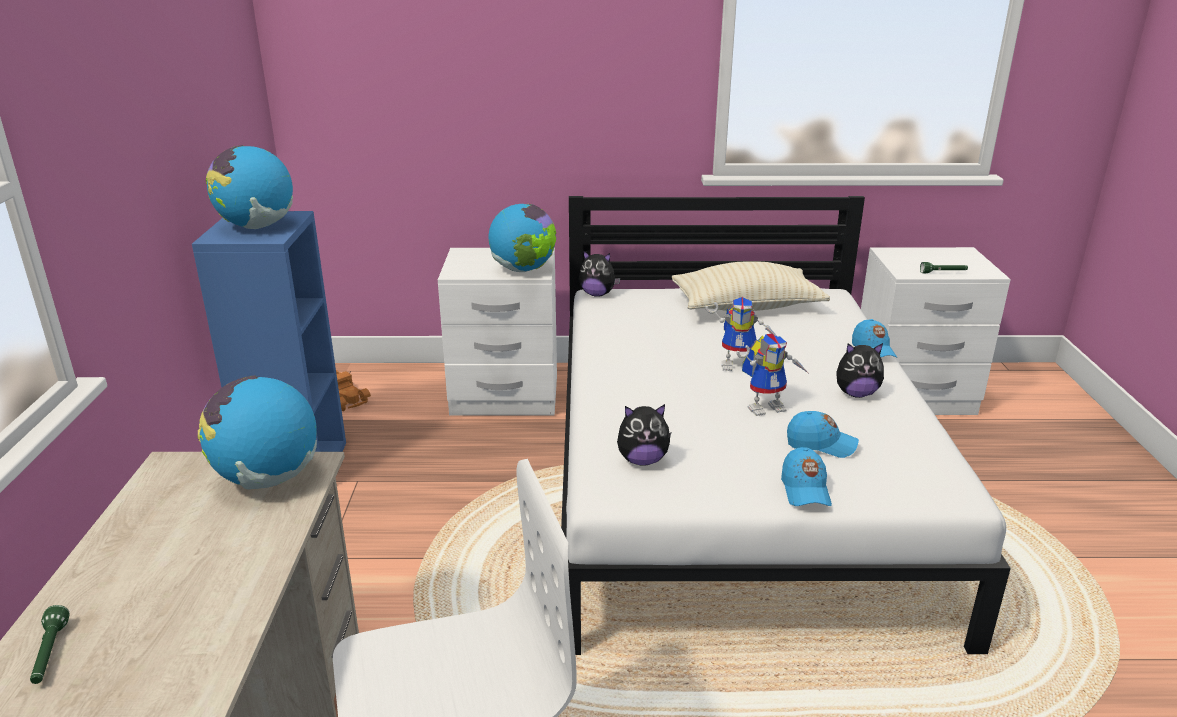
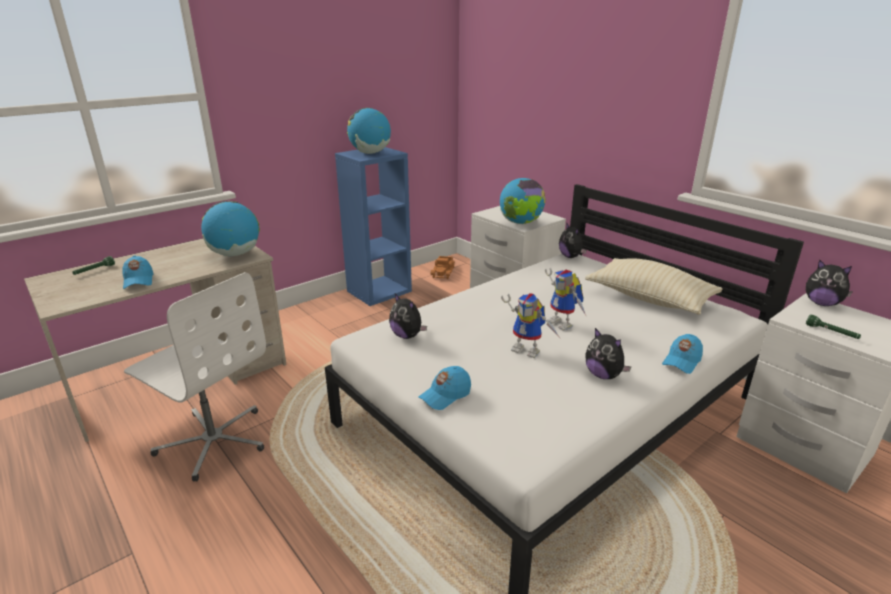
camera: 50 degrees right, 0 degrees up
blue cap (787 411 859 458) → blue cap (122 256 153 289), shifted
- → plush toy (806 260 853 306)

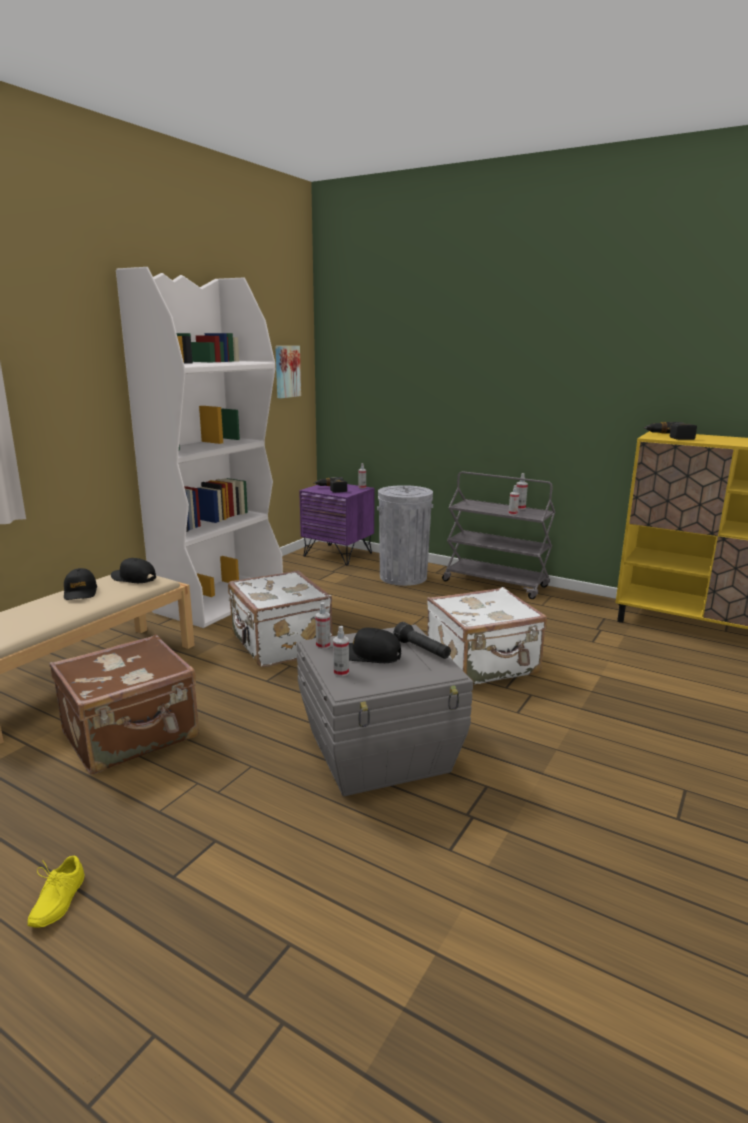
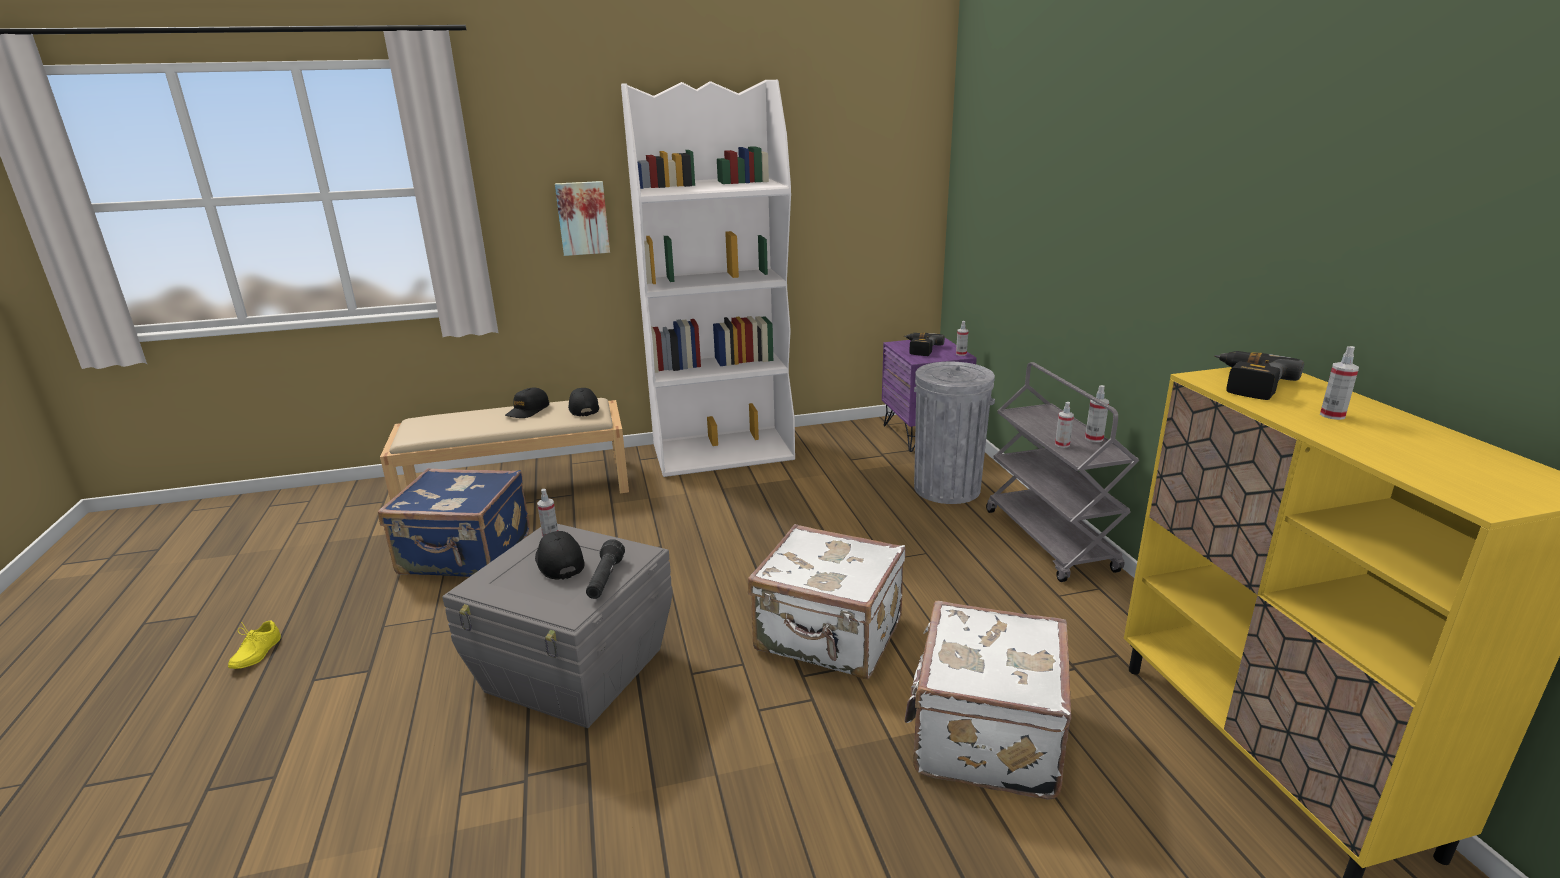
camera: 45 degrees right, 5 degrees up
yellow shoe (27 856 84 927) → yellow shoe (228 621 281 669), 45 degrees counterclockwise
brown suitcase (49 634 199 774) → blue suitcase (378 468 530 577)
picture (275 346 301 398) → picture (555 181 610 256), shifted
white suitcase (228 571 333 667) → white suitcase (904 601 1071 800), shifted
spray bottle (333 626 349 677) → spray bottle (1320 346 1359 420), shifted

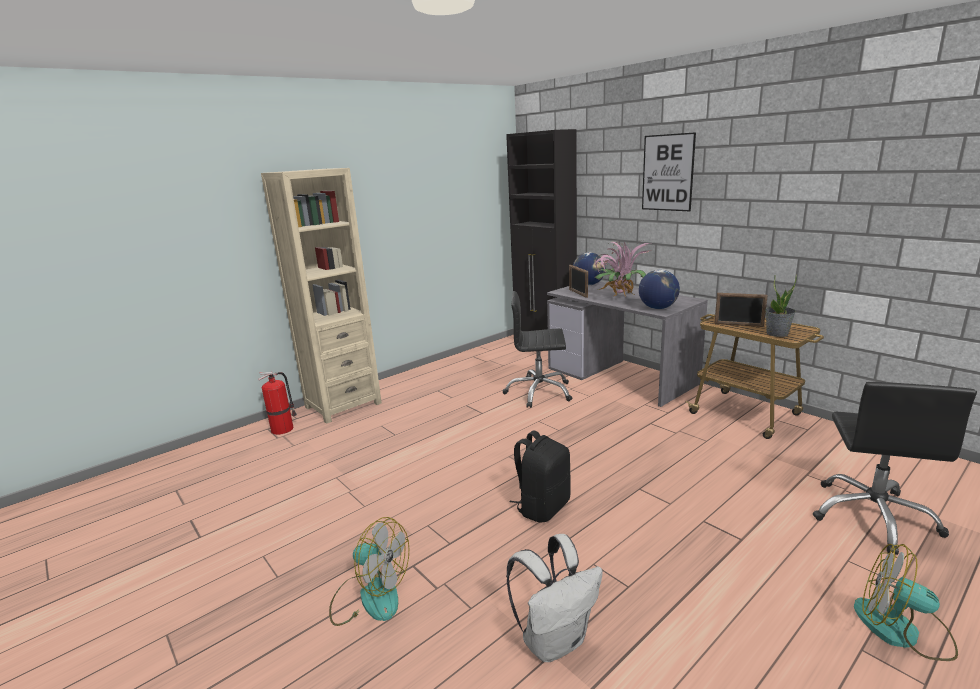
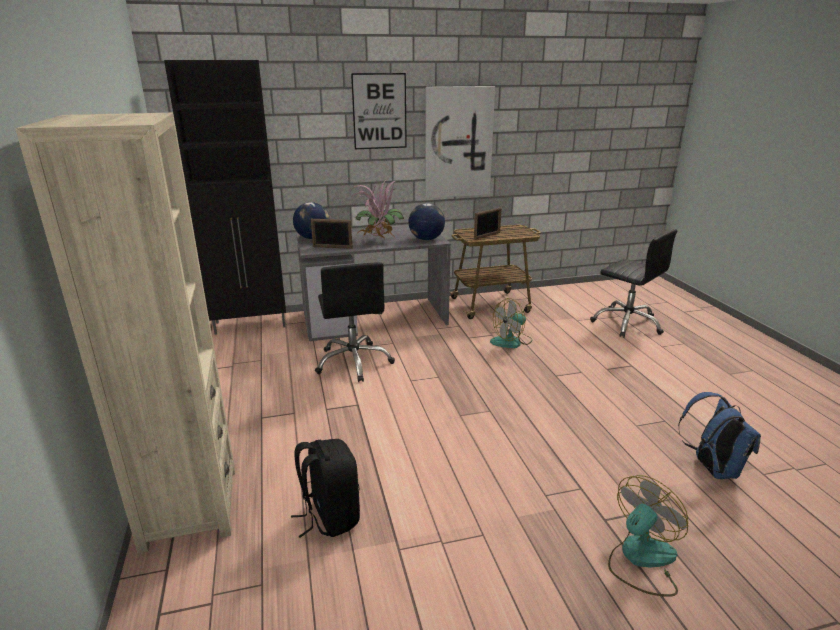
camera: 65 degrees left, 5 degrees up
black backpack (510 430 571 522) → black backpack (291 439 360 538), shifted
black office chair (503 291 572 408) → black office chair (315 262 395 382), 45 degrees counterclockwise
- → picture (425 86 495 198)
fan (854 544 958 661) → fan (490 298 533 348), shifted
white backpack (506 534 603 662) → blue backpack (678 392 761 479)
fire extinguisher (258 372 297 435) → -
potted plant (765 275 797 337) → -

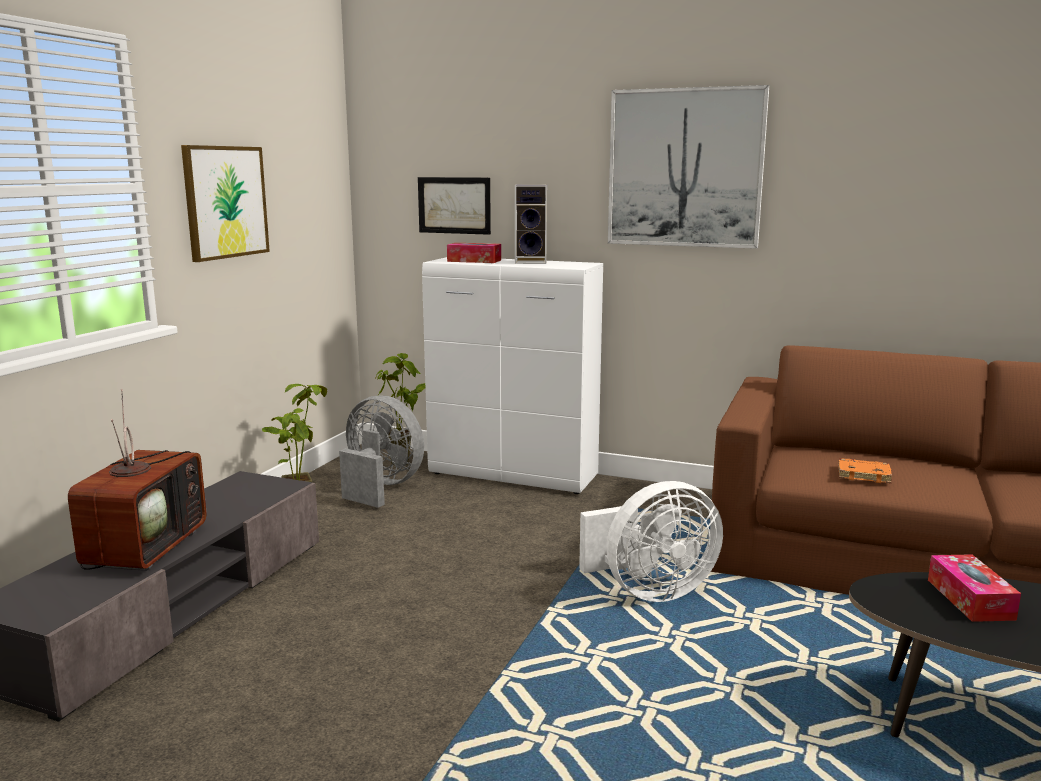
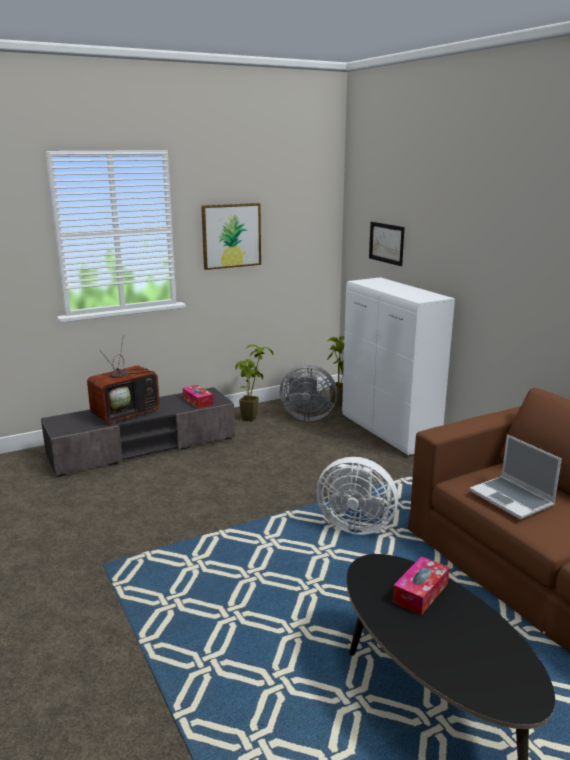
camera: 40 degrees right, 5 degrees up
tissue box (447 243 501 263) → tissue box (183 385 213 408), shifted
grey fan (339 395 424 508) → grey fan (280 365 338 421), 120 degrees clockwise
orange book (838 458 892 483) → laptop (469 434 562 519)
speaker (515 184 547 264) → -
picture (608 85 769 249) → -

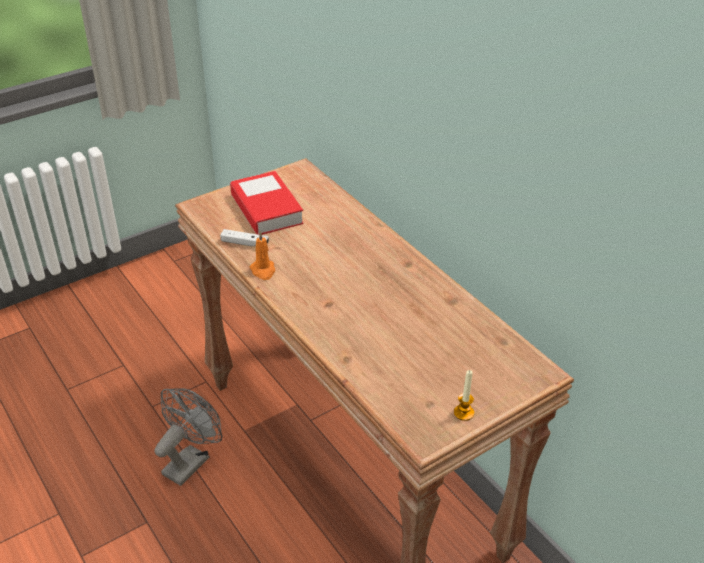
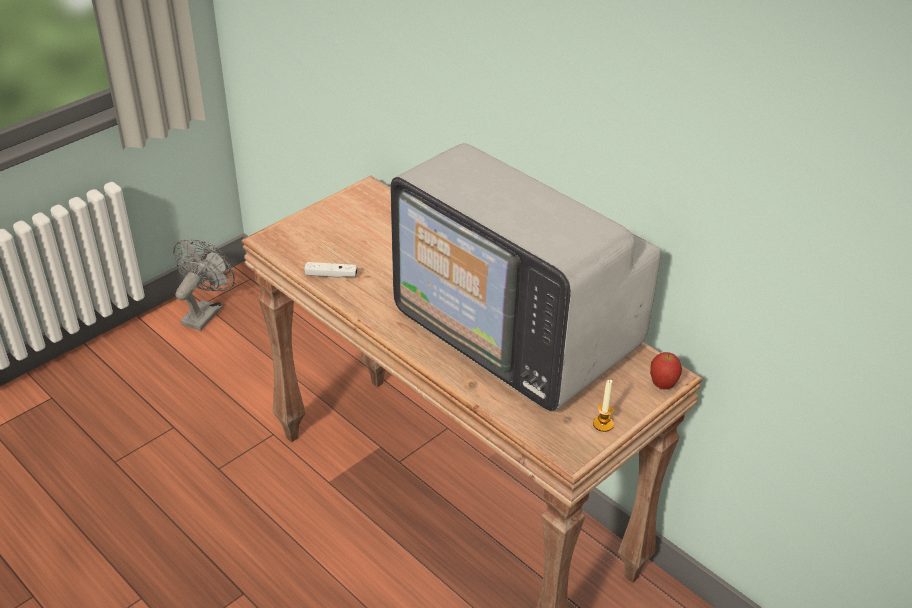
camera: 10 degrees left, 0 degrees up
grey fan (154 388 222 486) → grey fan (173 240 235 331), shifted
- → television (391 143 661 411)
- → apple (650 352 682 389)
book (230 171 304 235) → -
orange candle (250 231 275 280) → -

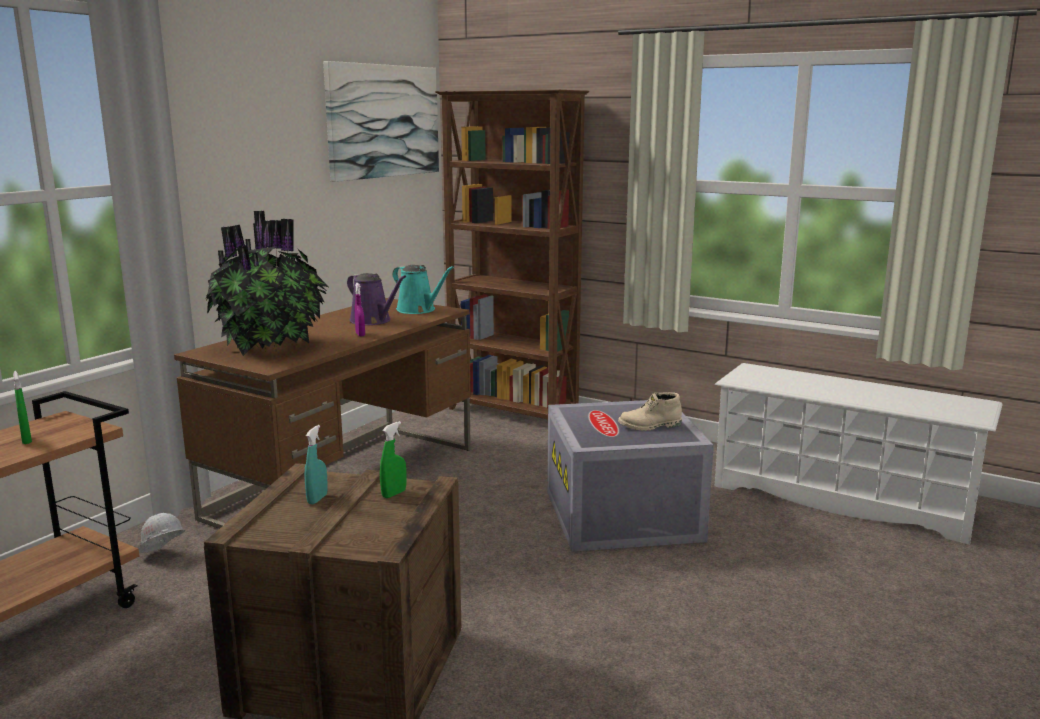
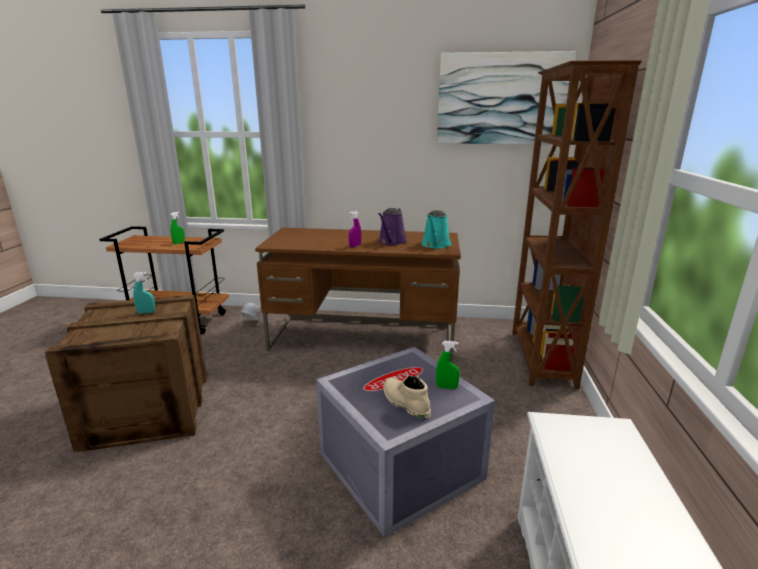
camera: 65 degrees right, 5 degrees up
green spray bottle (380 421 407 498) → green spray bottle (436 341 460 389), shifted
potted plant (205 211 328 356) → -

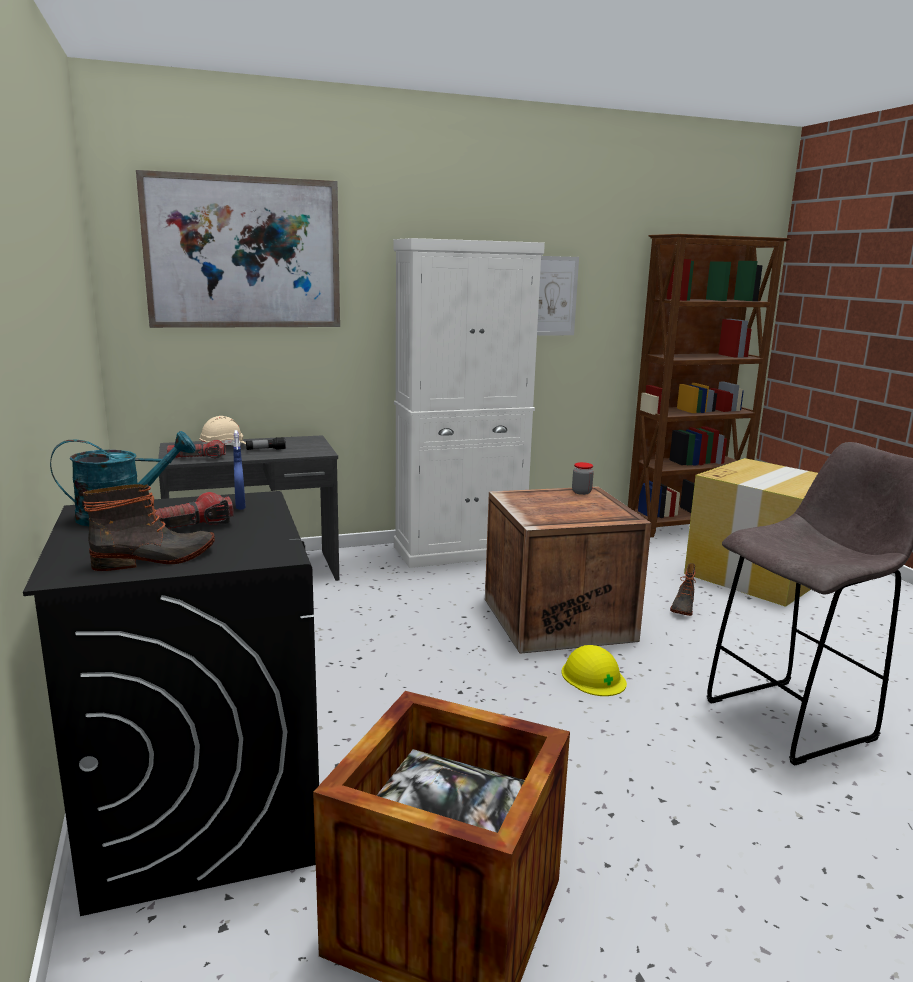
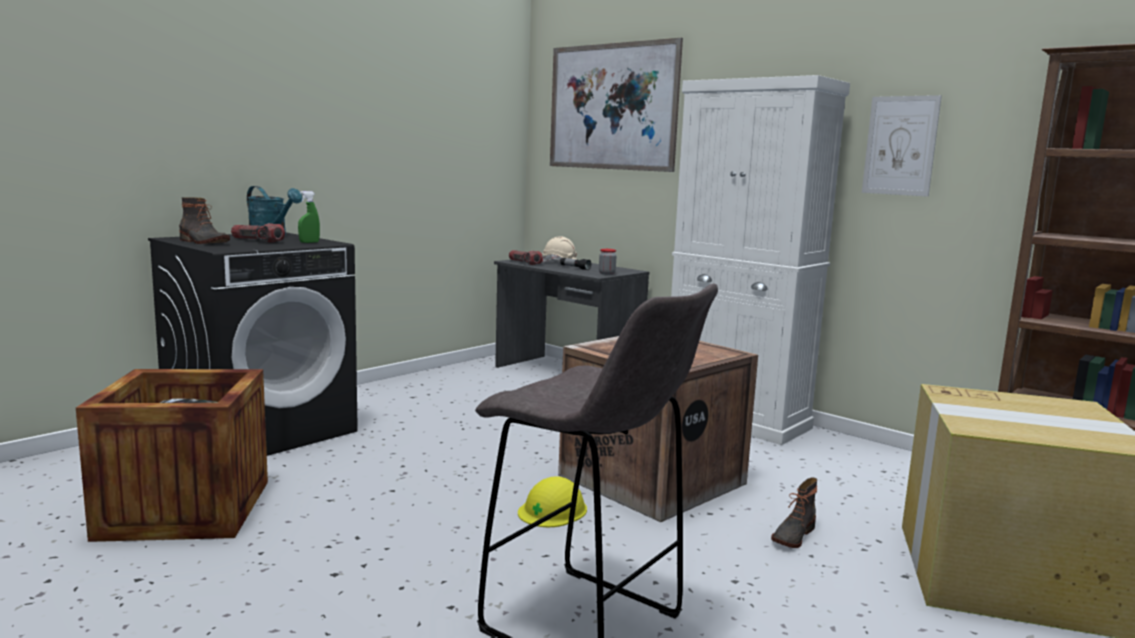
camera: 60 degrees right, 5 degrees down
blue spray bottle (233 430 246 510) → green spray bottle (298 191 320 243)
jar (572 462 594 495) → jar (599 249 616 275), shifted
boot (670 563 696 616) → boot (771 478 817 548), 45 degrees counterclockwise

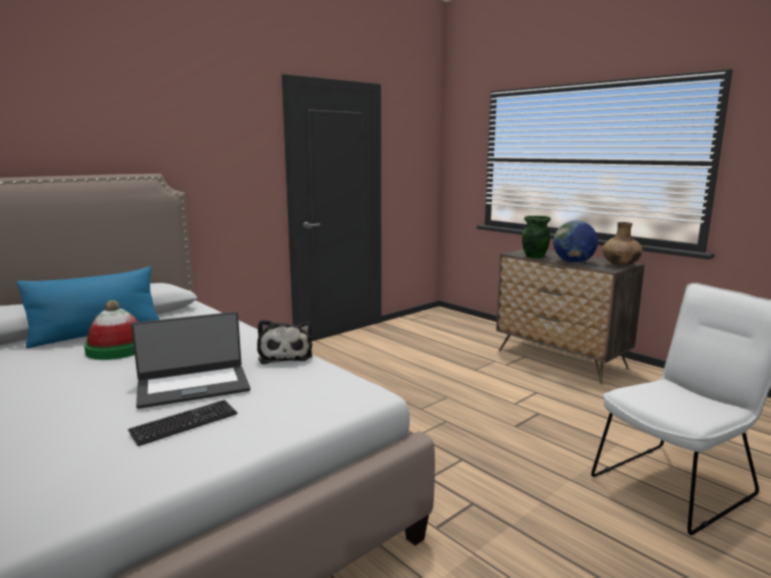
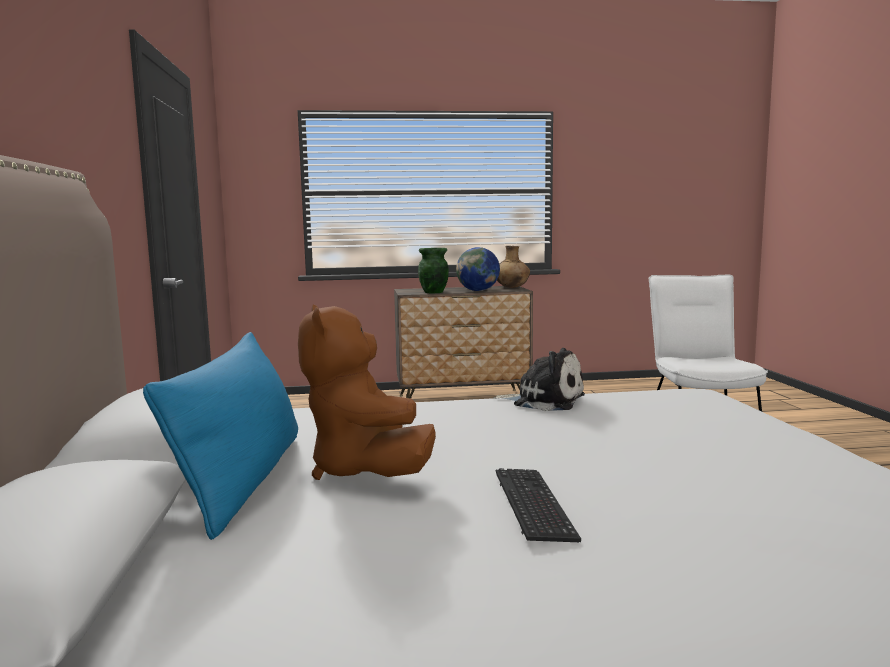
camera: 55 degrees left, 5 degrees down
hat (84 300 138 360) → brown plush toy (298 305 436 480)
keyboard (128 400 237 446) → keyboard (496 468 581 542), shifted
laptop (131 312 250 409) → -

